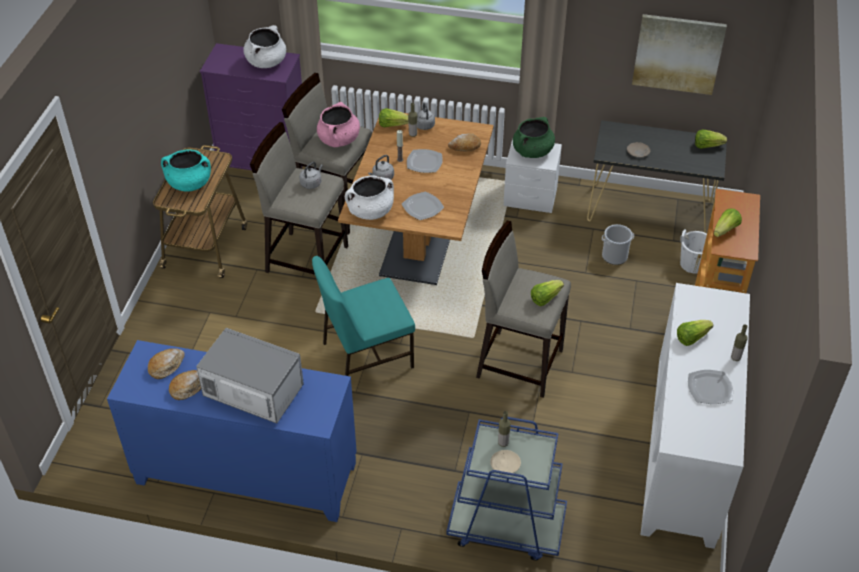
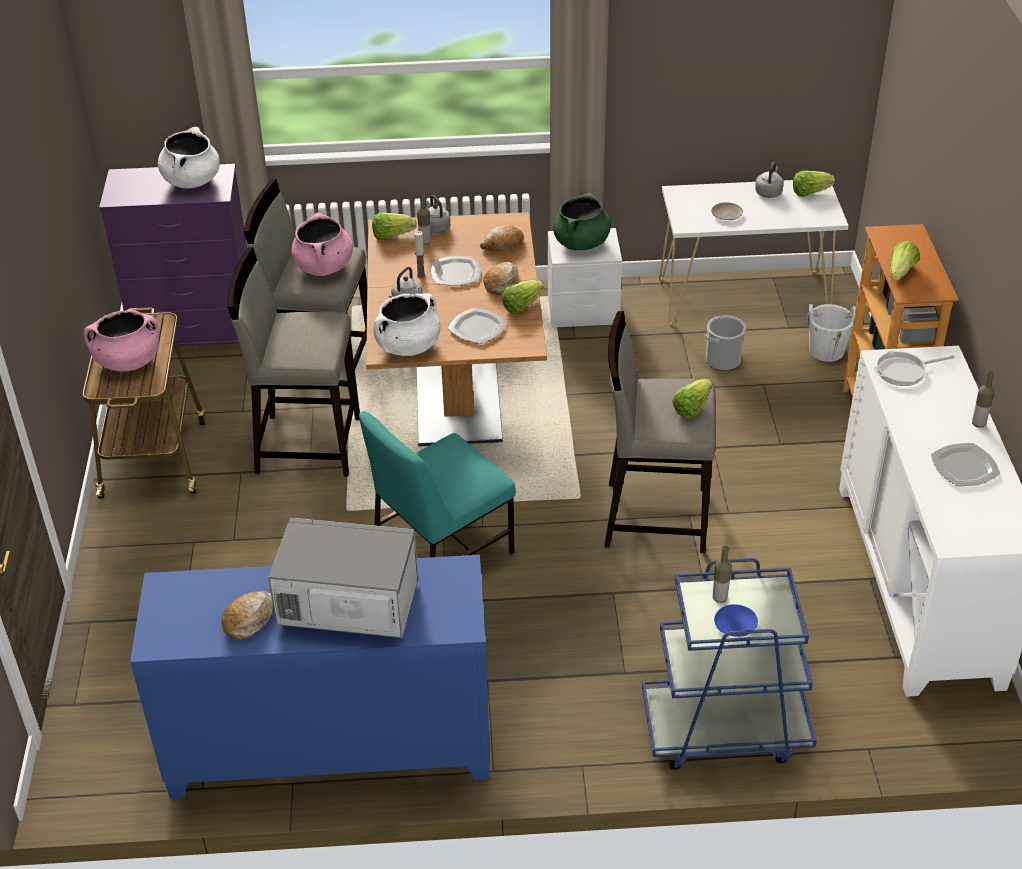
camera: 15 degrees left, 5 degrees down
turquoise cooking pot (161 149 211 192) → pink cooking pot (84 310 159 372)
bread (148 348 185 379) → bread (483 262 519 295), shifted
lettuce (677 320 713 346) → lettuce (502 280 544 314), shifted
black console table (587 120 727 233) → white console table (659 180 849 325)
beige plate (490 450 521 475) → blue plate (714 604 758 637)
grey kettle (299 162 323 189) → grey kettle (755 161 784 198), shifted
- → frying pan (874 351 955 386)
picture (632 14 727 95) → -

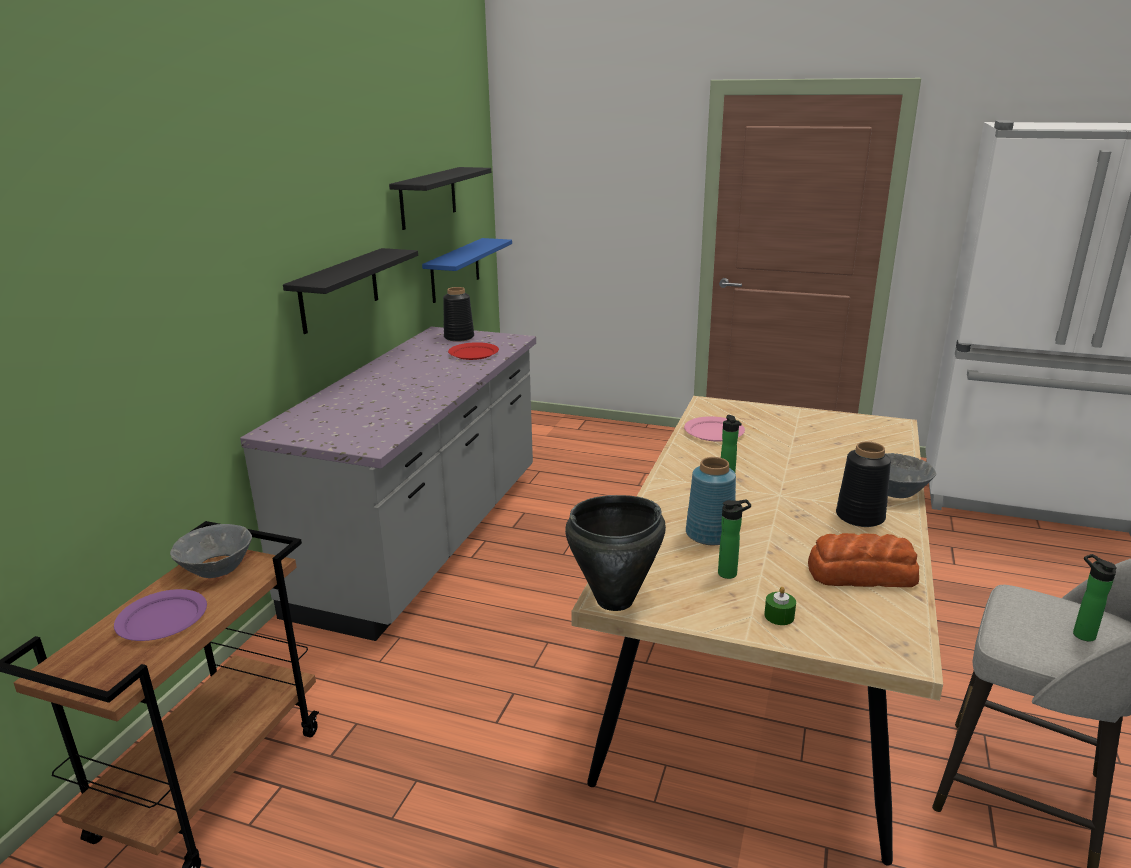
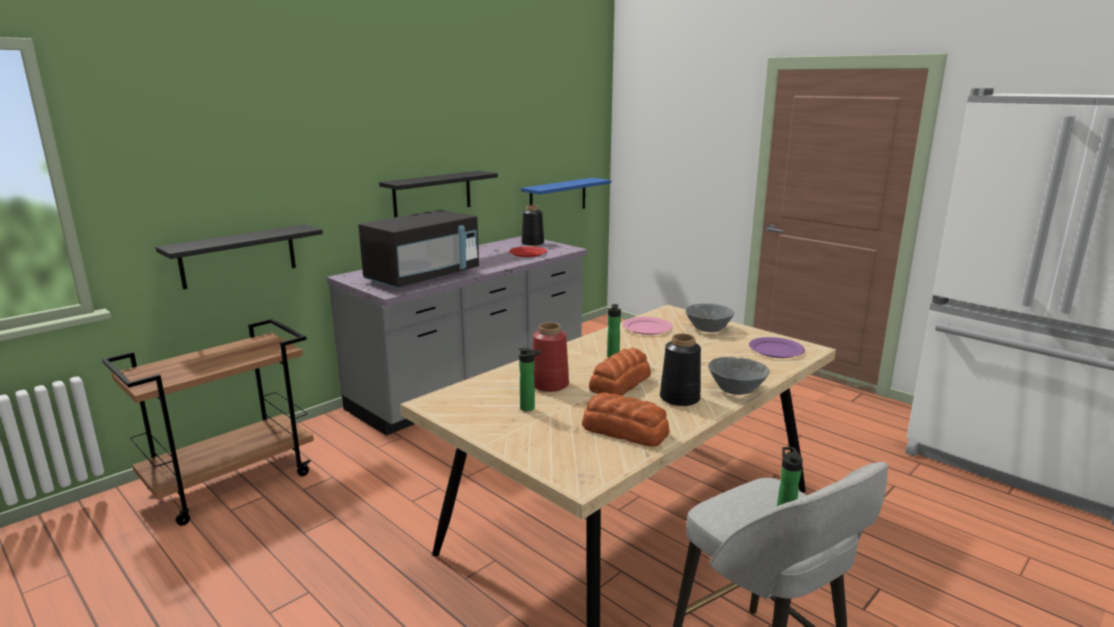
camera: 25 degrees right, 5 degrees down
black shelf (389 167 491 230) → black shelf (156 224 323 290), shifted
- → black microwave (358 210 479 289)
blue vase (686 457 736 545) → red vase (532 322 569 392)
- → bread (589 348 651 396)
grey bowl (170 524 252 578) → grey bowl (685 303 734 332), shifted
purple plate (114 589 207 641) → purple plate (749 337 805 358), shifted
black cooking pot (565 495 666 611) → -
green candle (764 587 796 625) → -

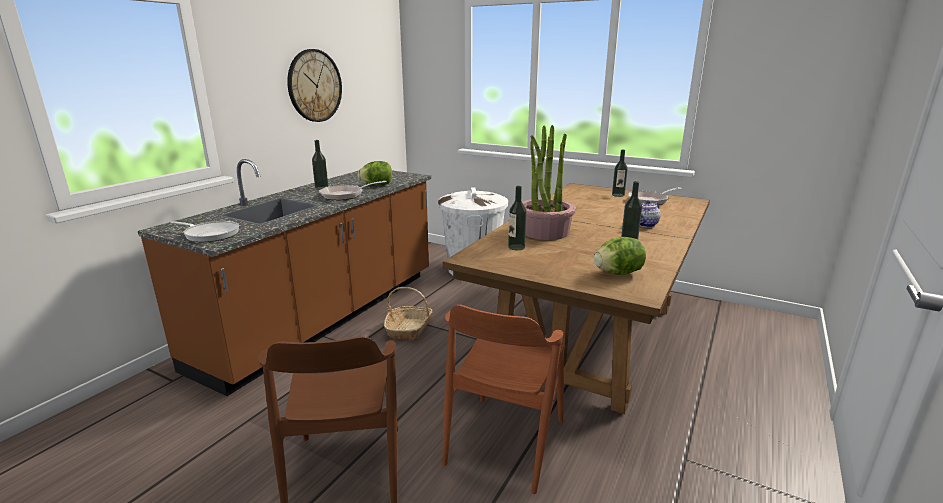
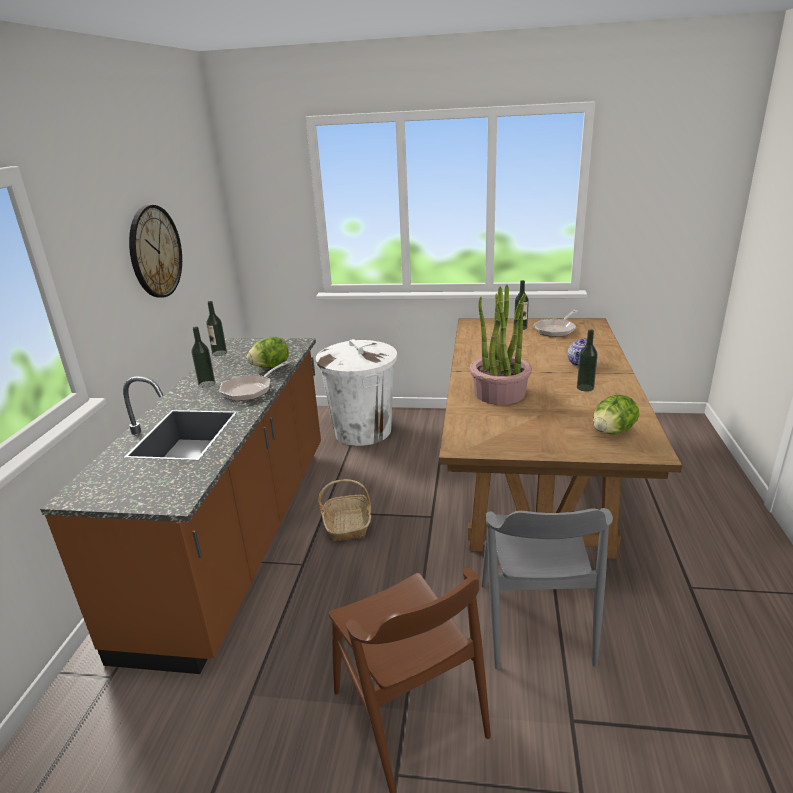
camera: 20 degrees left, 5 degrees up
bottle (508 186 527 250) → bottle (206 301 227 356), shifted
brown chair (442 305 565 494) → grey chair (481 508 613 669)
frying pan (171 221 239 242) → -

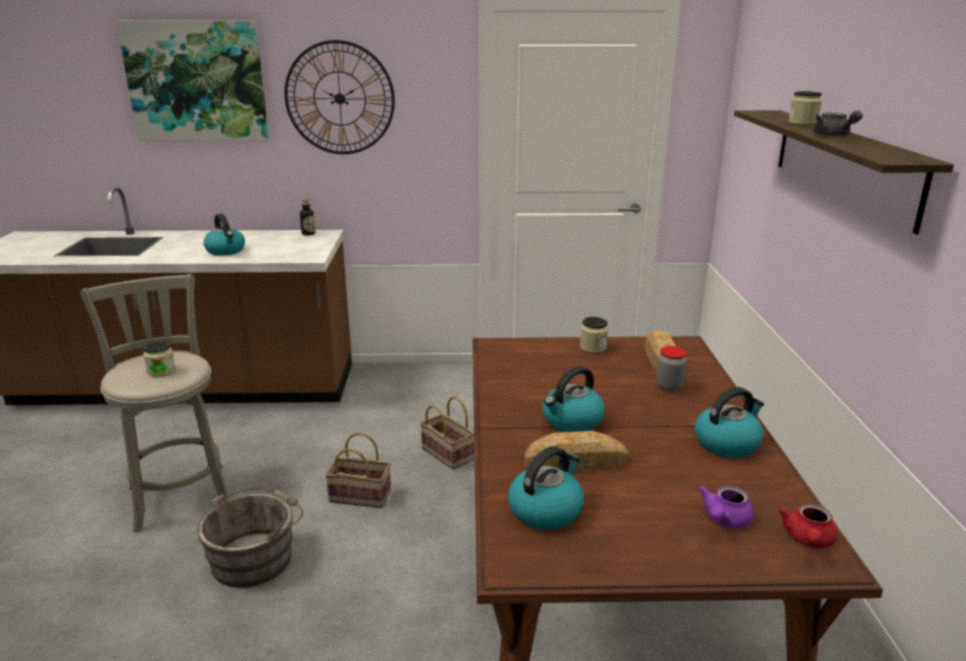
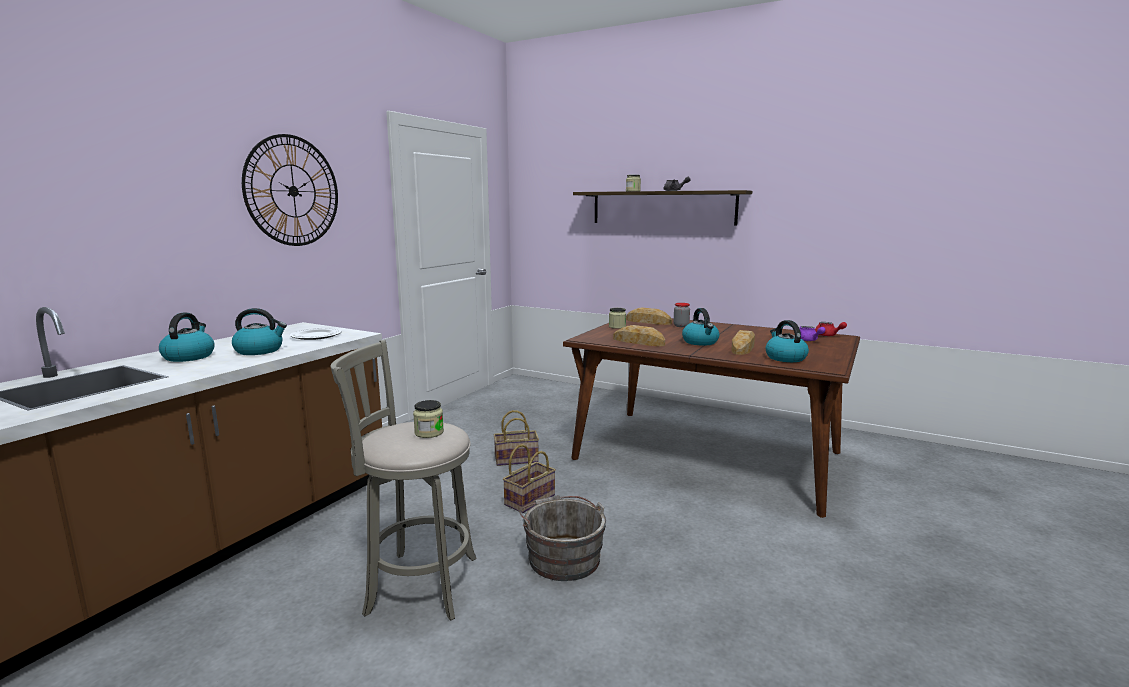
camera: 60 degrees left, 10 degrees down
kettle (695 387 764 458) → kettle (159 313 215 362), shifted
- → plate (290 328 342 340)
- → bread (613 325 665 346)
picture (116 21 269 141) → -
bottle (300 199 315 235) → -

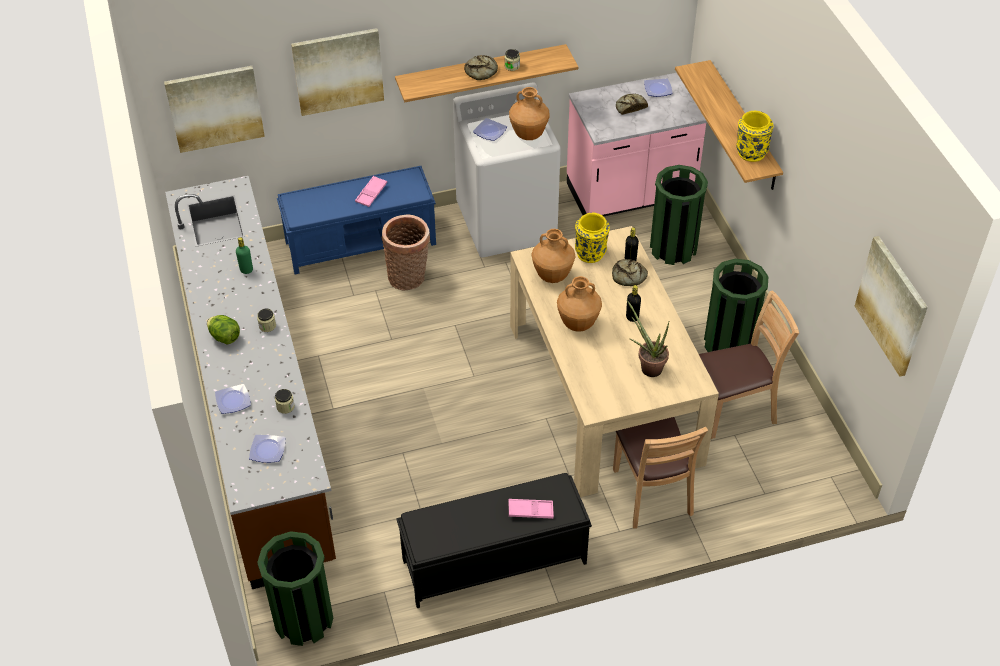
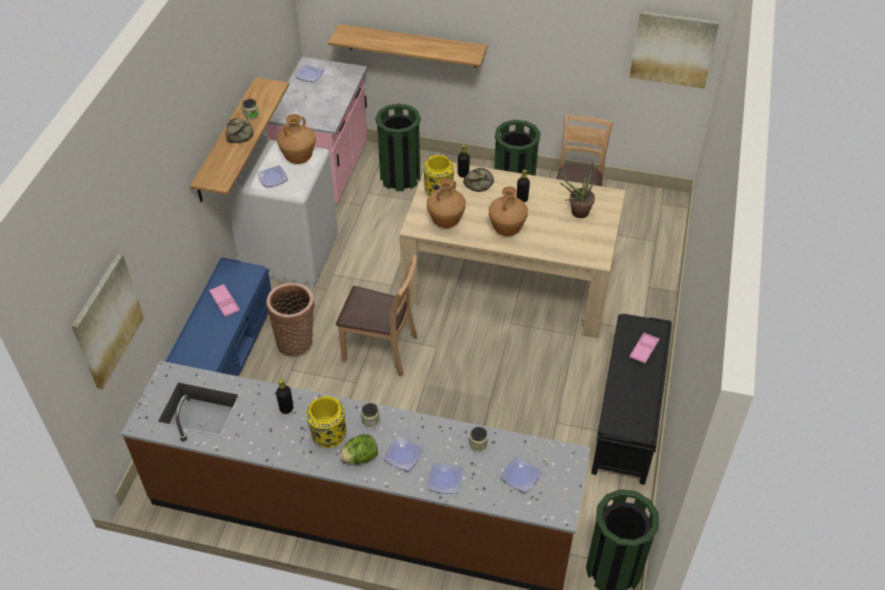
camera: 60 degrees left, 0 degrees up
green bottle (236 237 253 274) → black bottle (276 379 293 414)
yellow vase (736 111 774 162) → yellow vase (306 396 347 448), shifted
brown chair (613 417 708 529) → brown chair (336 255 417 377), shifted
- → plate (383 437 423 471)
picture (291 28 384 116) → -
bread (616 94 648 115) → -

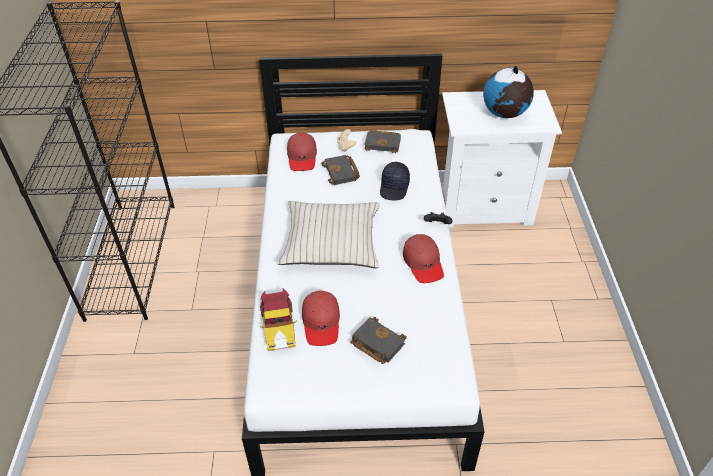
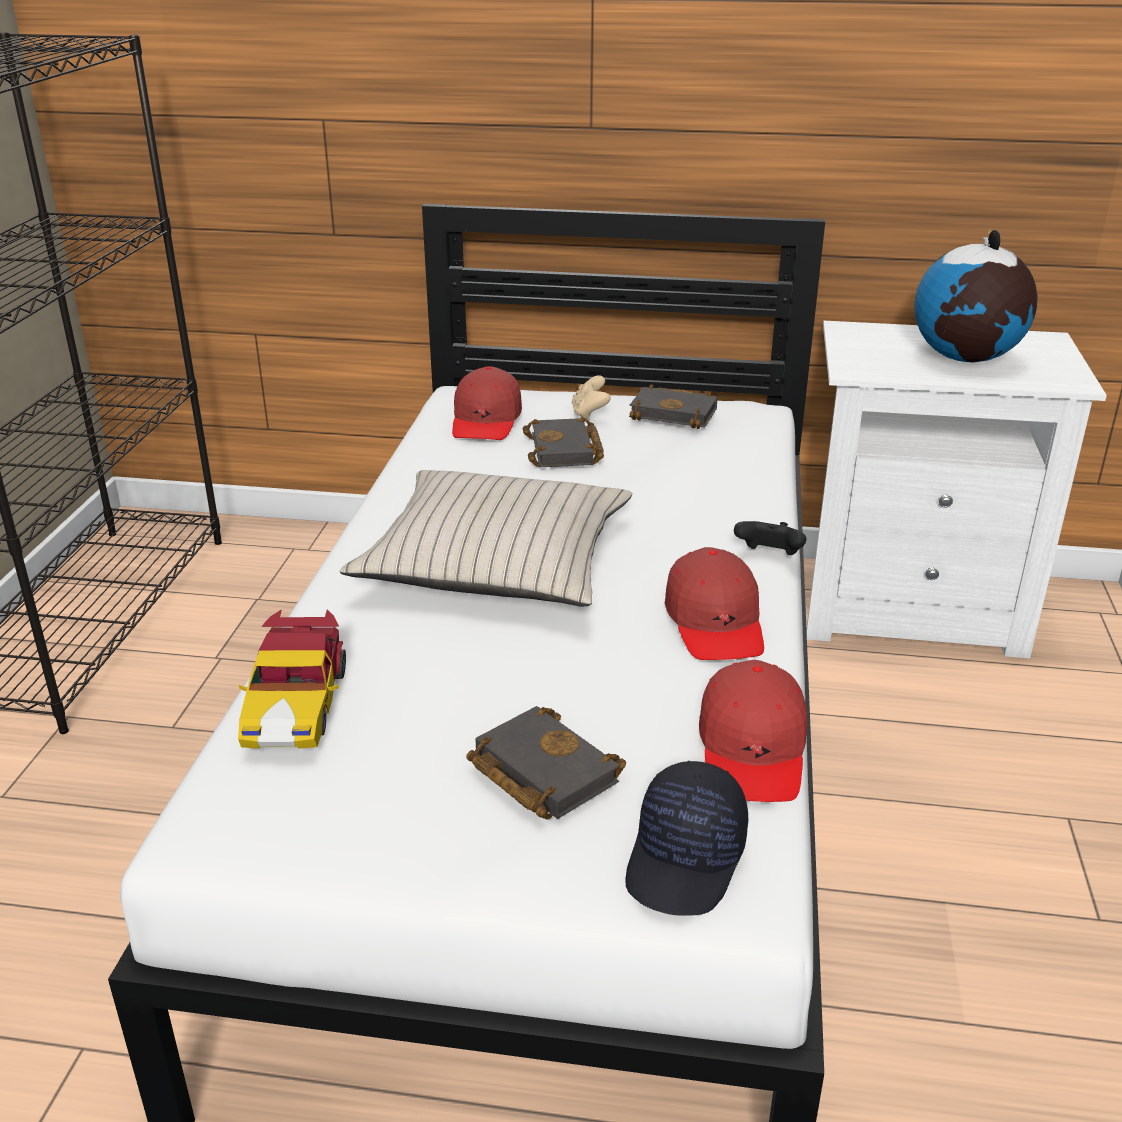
camera: 10 degrees right, 15 degrees down
black cap (380 162 410 201) → black cap (625 761 748 916), shifted
red cap (302 290 340 346) → red cap (699 660 807 802), shifted

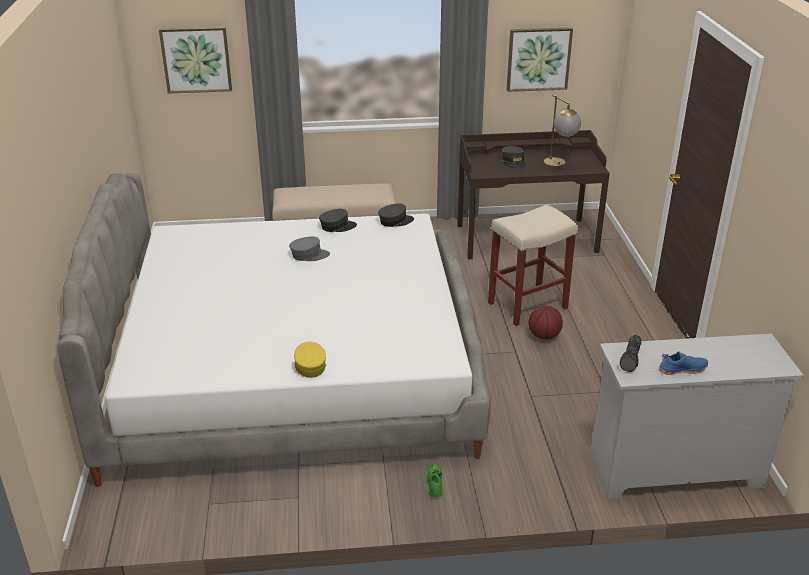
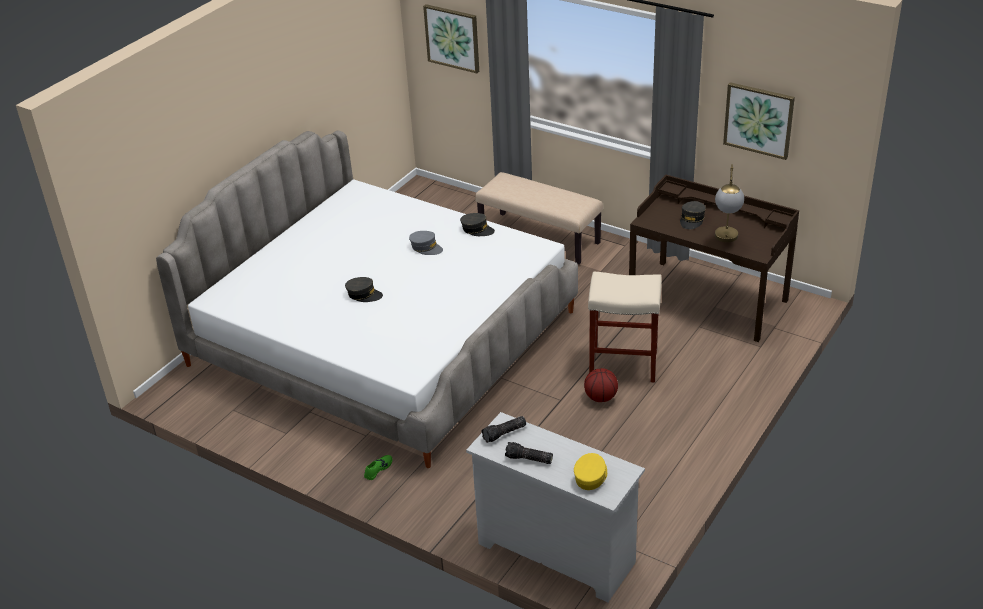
camera: 40 degrees right, 5 degrees up
grey cap (378 203 414 227) → grey cap (345 277 383 302), shifted
blue shoe (659 351 708 375) → flashlight (505 442 553 464)
yellow cap (294 342 326 378) → yellow cap (574 453 607 490), shifted

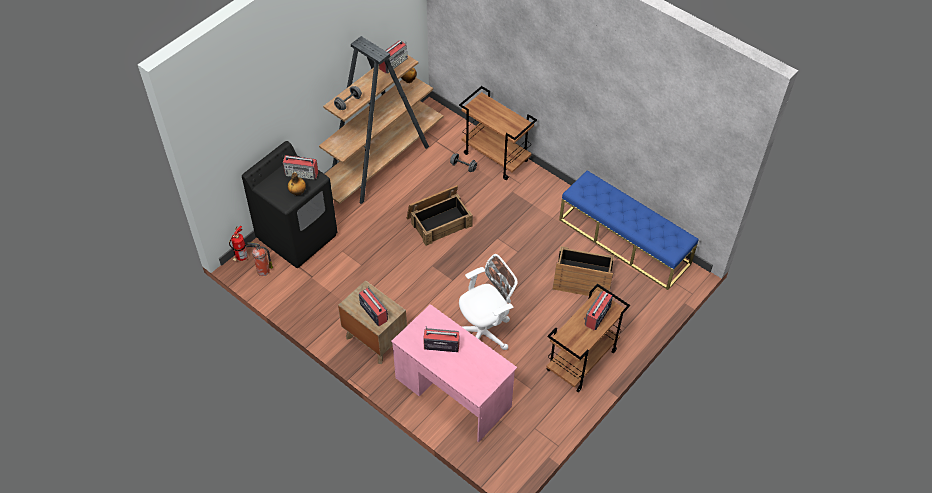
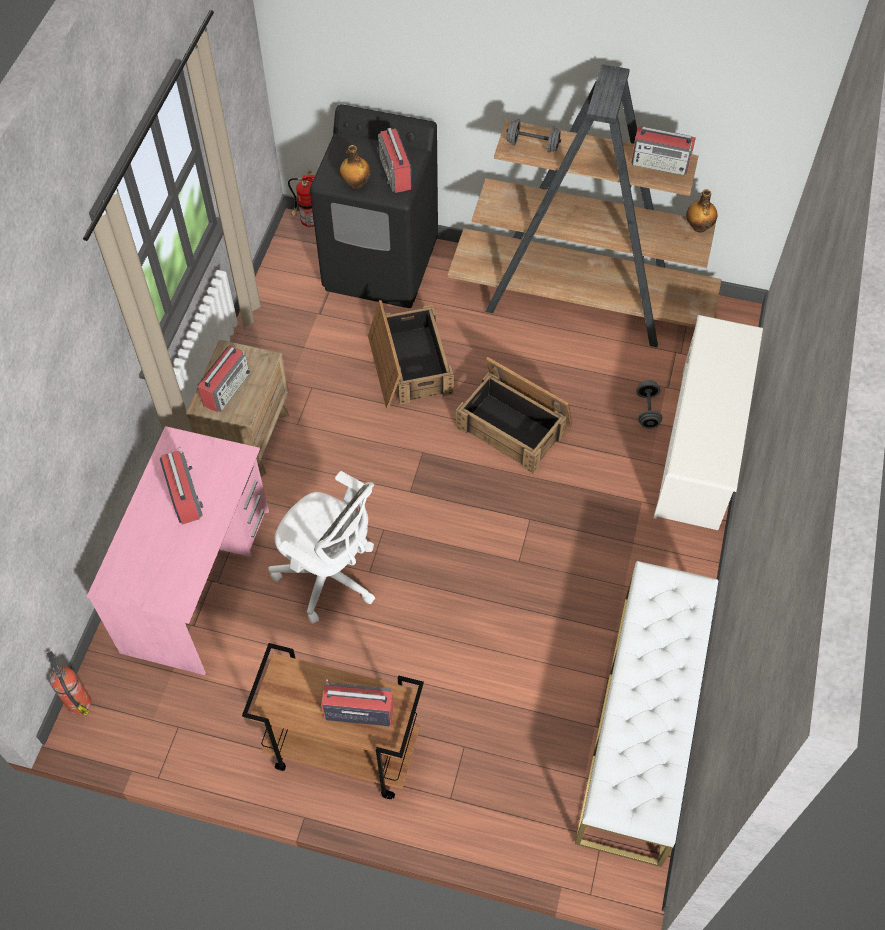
camera: 65 degrees right, 5 degrees up
fire extinguisher (246 242 273 276) → fire extinguisher (47 651 91 716), shifted
crate (553 246 614 296) → crate (368 300 454 408), shifted
blue bench (559 170 699 290) → white bench (575 561 718 867)
brown cart (459 86 537 180) → white shoe rack (653 315 763 530)

